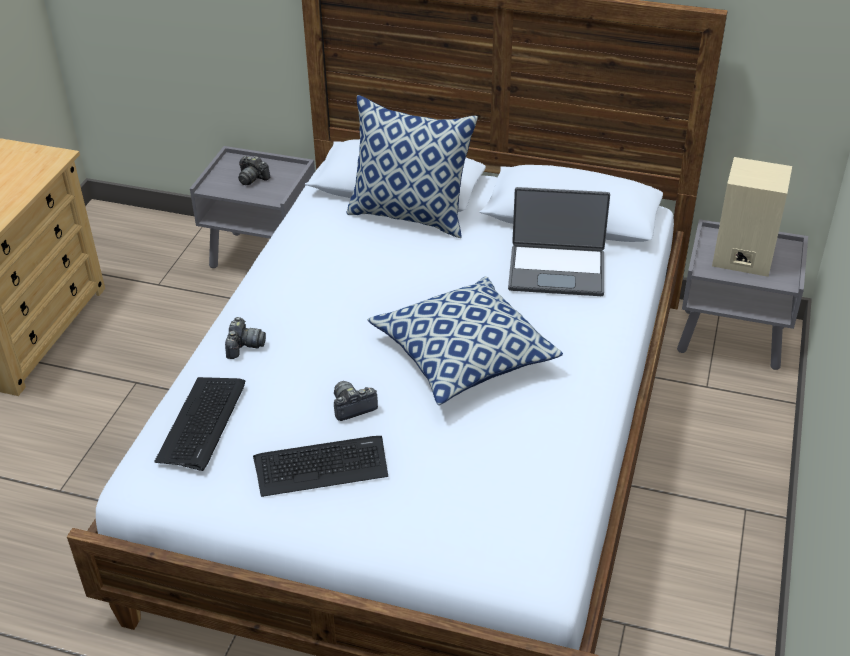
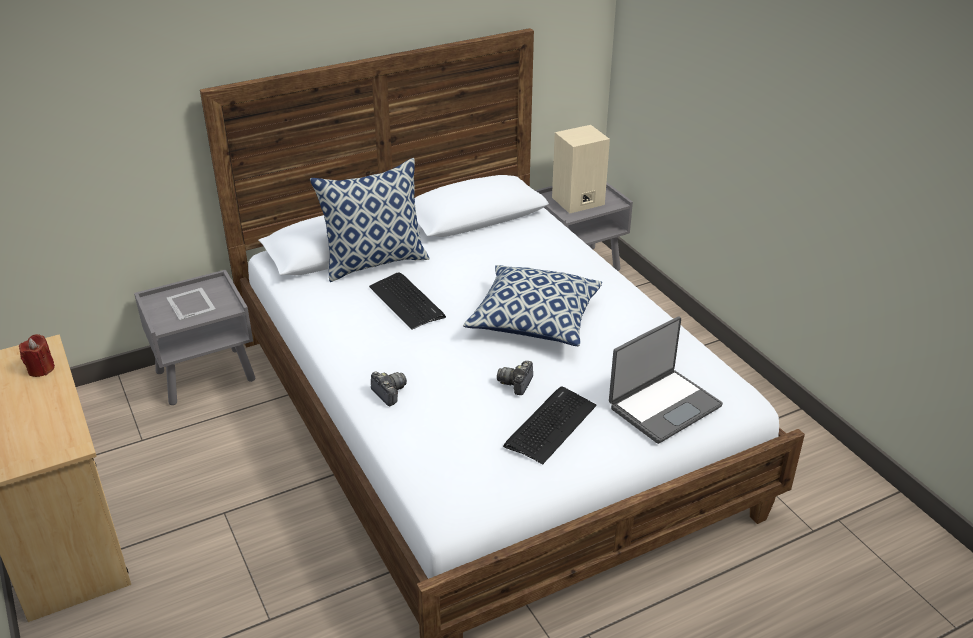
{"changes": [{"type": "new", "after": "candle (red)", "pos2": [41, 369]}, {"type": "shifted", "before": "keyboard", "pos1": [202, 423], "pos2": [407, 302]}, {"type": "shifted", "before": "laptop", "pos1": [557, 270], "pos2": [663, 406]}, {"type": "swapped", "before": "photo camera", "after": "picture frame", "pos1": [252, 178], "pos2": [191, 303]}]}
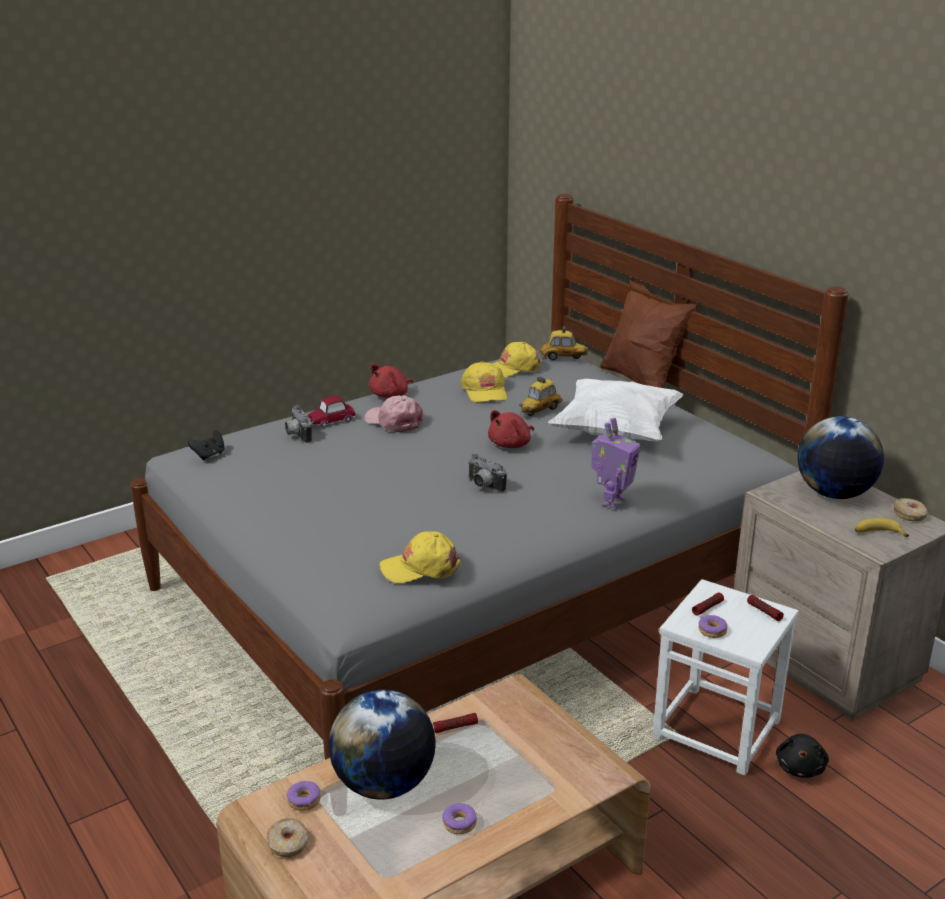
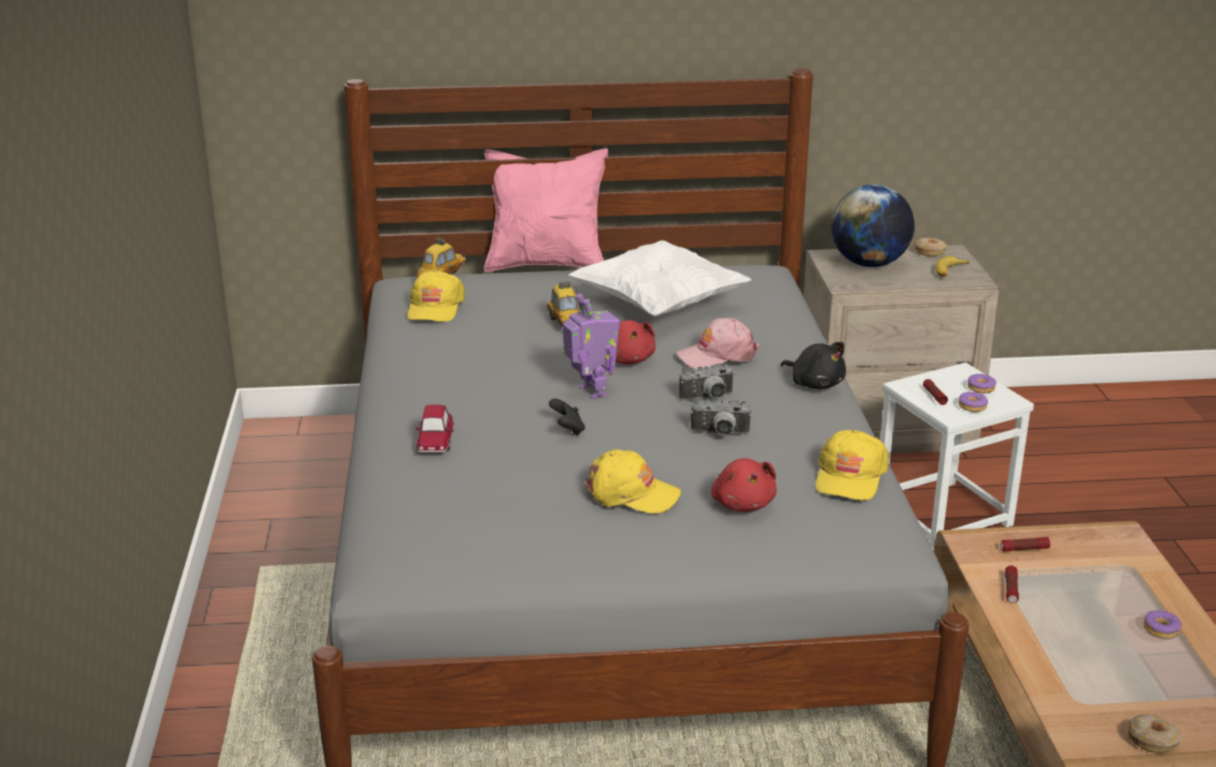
{"changes": [{"type": "gone", "before": "globe", "pos1": [384, 784]}, {"type": "shifted", "before": "game controller (black)", "pos1": [209, 455], "pos2": [568, 430]}, {"type": "shifted", "before": "photo camera", "pos1": [297, 435], "pos2": [719, 434]}, {"type": "shifted", "before": "donut", "pos1": [304, 801], "pos2": [981, 388]}, {"type": "shifted", "before": "cap (pink)", "pos1": [394, 421], "pos2": [717, 355]}, {"type": "shifted", "before": "plush toy (red)", "pos1": [391, 395], "pos2": [742, 503]}, {"type": "shifted", "before": "cap (yellow)", "pos1": [485, 391], "pos2": [631, 493]}, {"type": "shifted", "before": "toy robot", "pos1": [612, 501], "pos2": [591, 392]}, {"type": "shifted", "before": "flashlight", "pos1": [764, 612], "pos2": [1024, 549]}, {"type": "shifted", "before": "plush toy (black)", "pos1": [800, 767], "pos2": [815, 384]}, {"type": "repainted", "before": "pillow (brown)", "after": "pillow (pink)", "pos1": [642, 382], "pos2": [547, 264]}]}
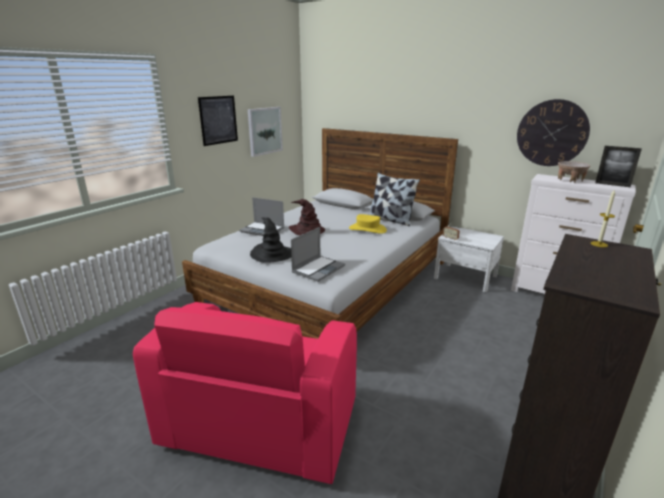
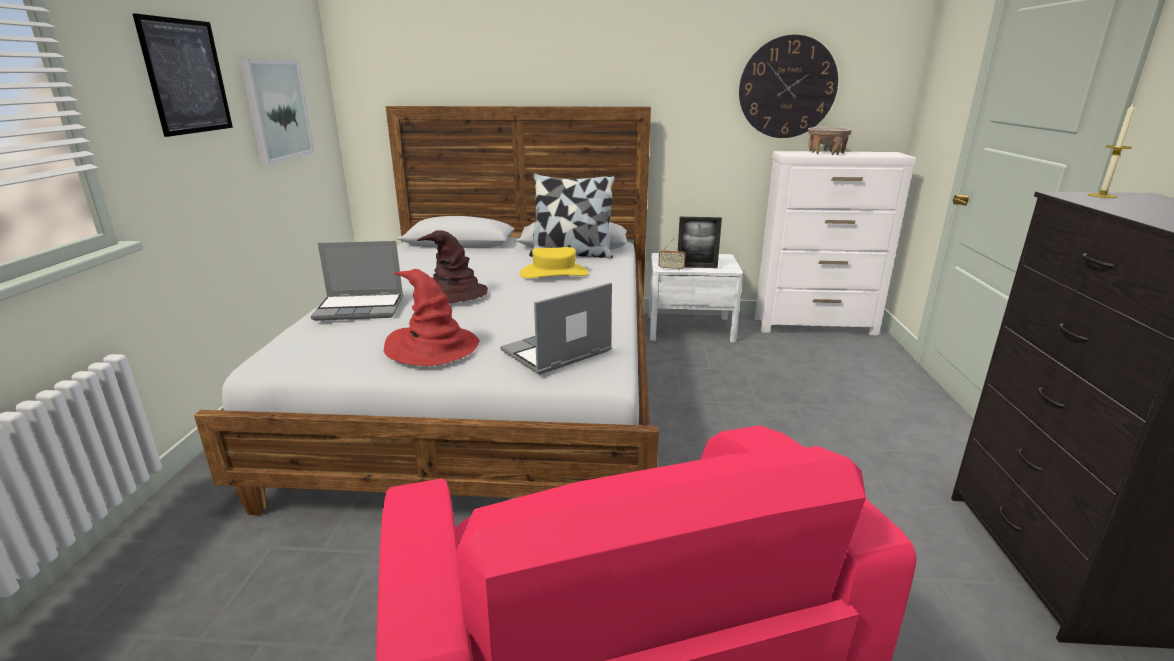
{"changes": [{"type": "shifted", "before": "picture frame", "pos1": [612, 185], "pos2": [697, 267]}, {"type": "repainted", "before": "hat (black)", "after": "hat (red)", "pos1": [272, 254], "pos2": [433, 348]}, {"type": "rotated", "before": "laptop", "pos1": [318, 269], "pos2": [556, 352], "turn": -135}]}
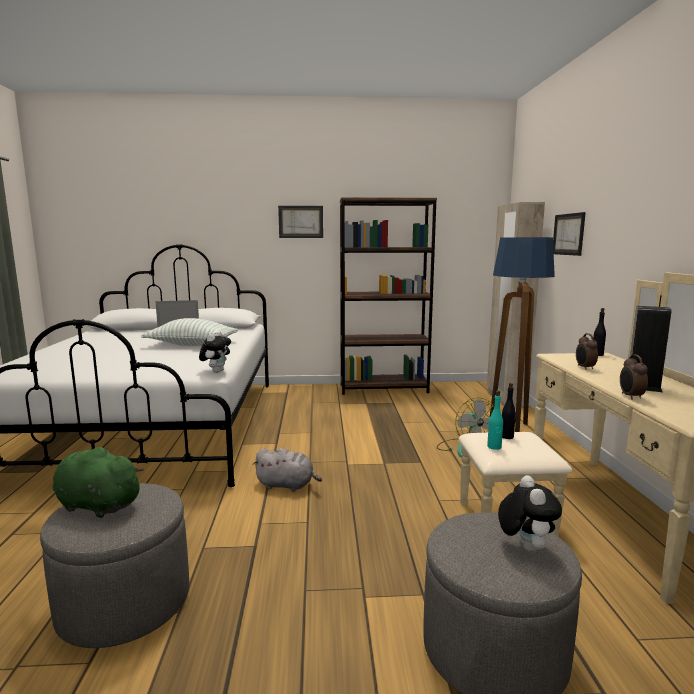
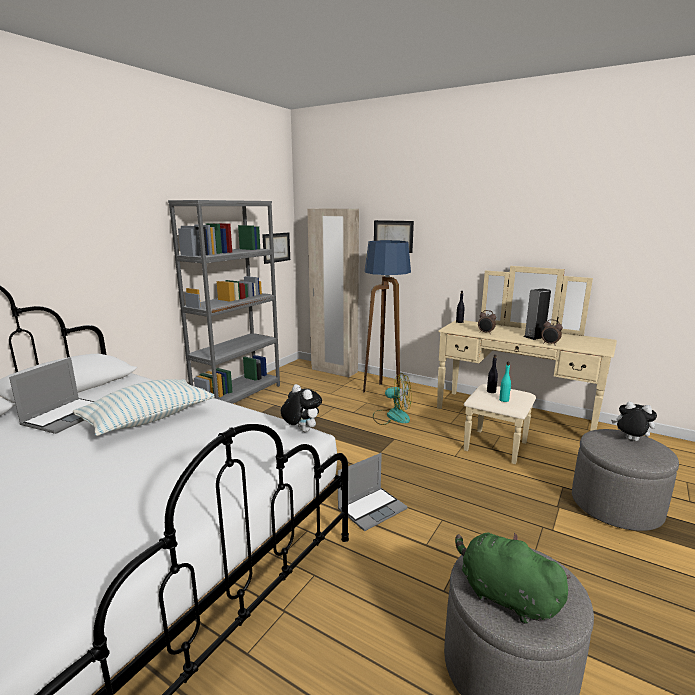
{"changes": [{"type": "shifted", "before": "picture", "pos1": [301, 222], "pos2": [276, 247]}, {"type": "swapped", "before": "plush toy (grey)", "after": "laptop", "pos1": [287, 485], "pos2": [372, 509]}, {"type": "repainted", "before": "bookcase (brown)", "after": "bookcase (grey)", "pos1": [384, 388], "pos2": [238, 396]}, {"type": "rotated", "before": "plush toy (green)", "pos1": [96, 505], "pos2": [504, 596], "turn": 75}]}
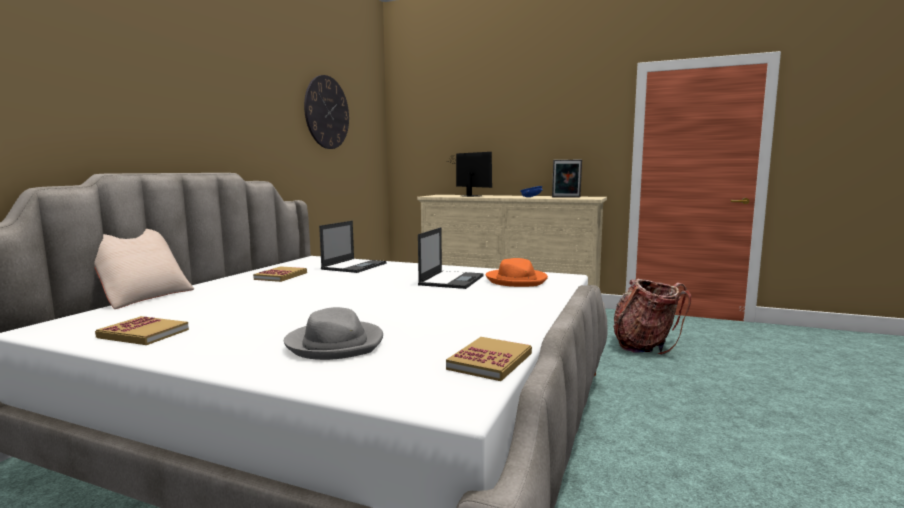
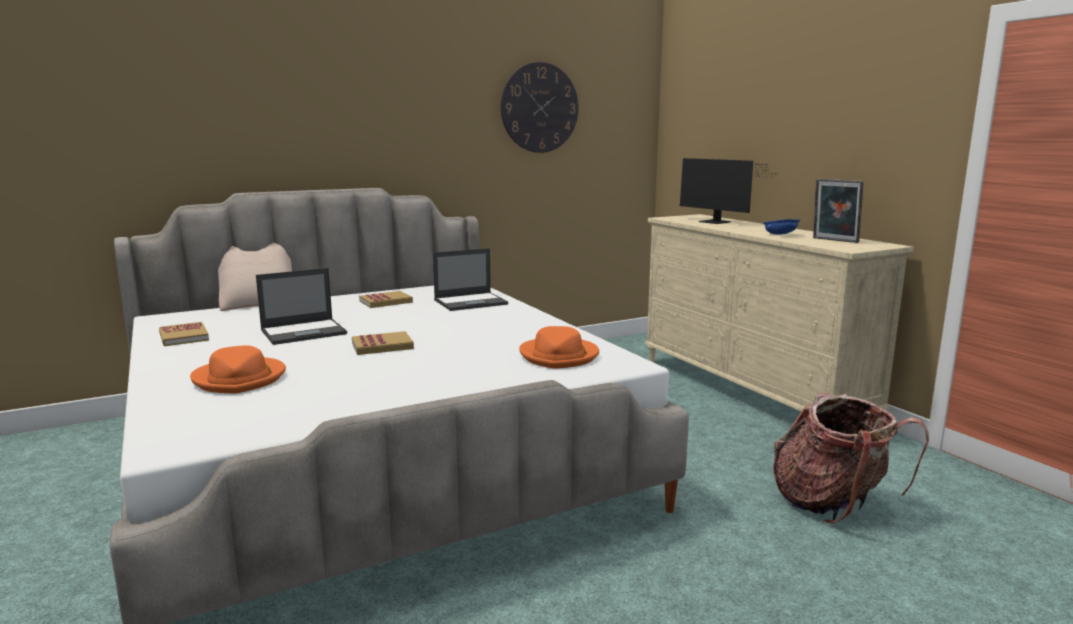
{"changes": [{"type": "shifted", "before": "laptop", "pos1": [451, 280], "pos2": [304, 332]}, {"type": "shifted", "before": "book", "pos1": [490, 361], "pos2": [382, 346]}, {"type": "repainted", "before": "hat (grey)", "after": "hat (orange)", "pos1": [335, 344], "pos2": [240, 379]}, {"type": "rotated", "before": "monitor", "pos1": [469, 196], "pos2": [717, 222], "turn": 135}]}
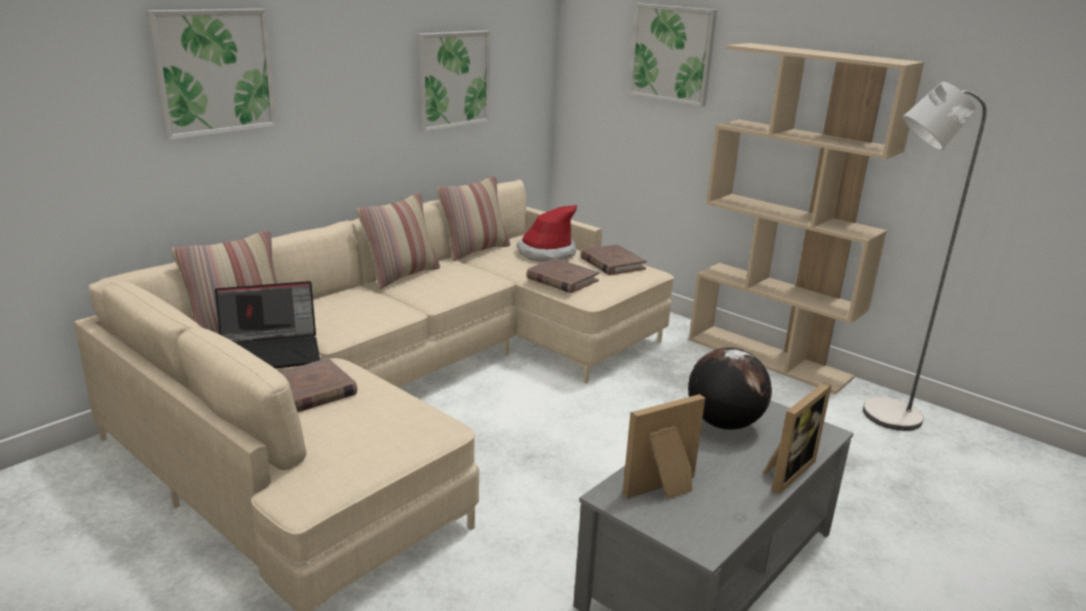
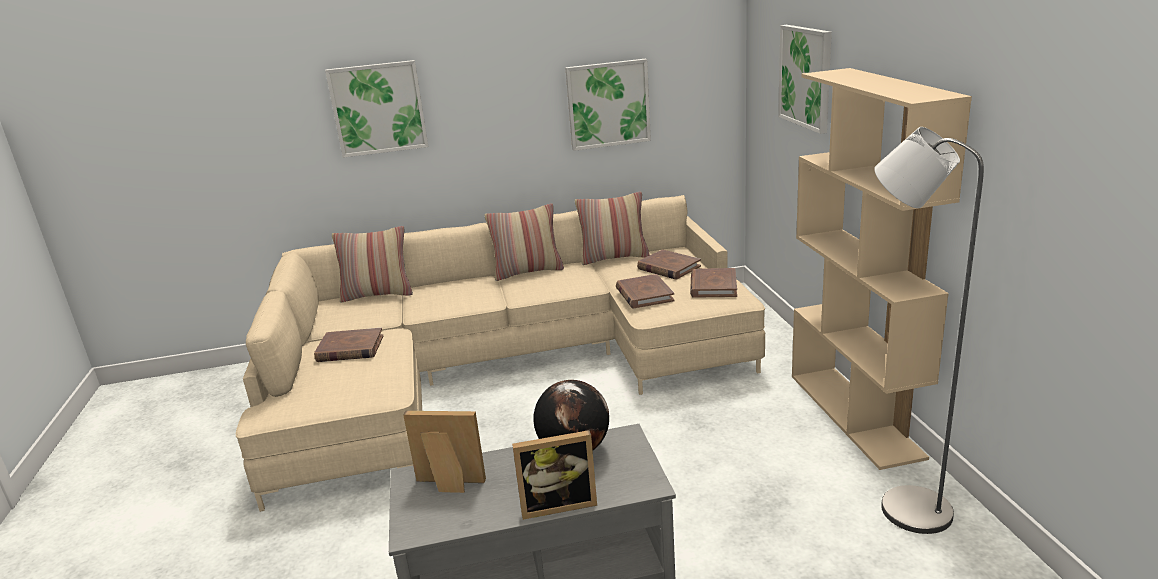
{"changes": [{"type": "gone", "before": "laptop", "pos1": [271, 352]}, {"type": "swapped", "before": "hat", "after": "book (brown)", "pos1": [546, 253], "pos2": [668, 268]}]}
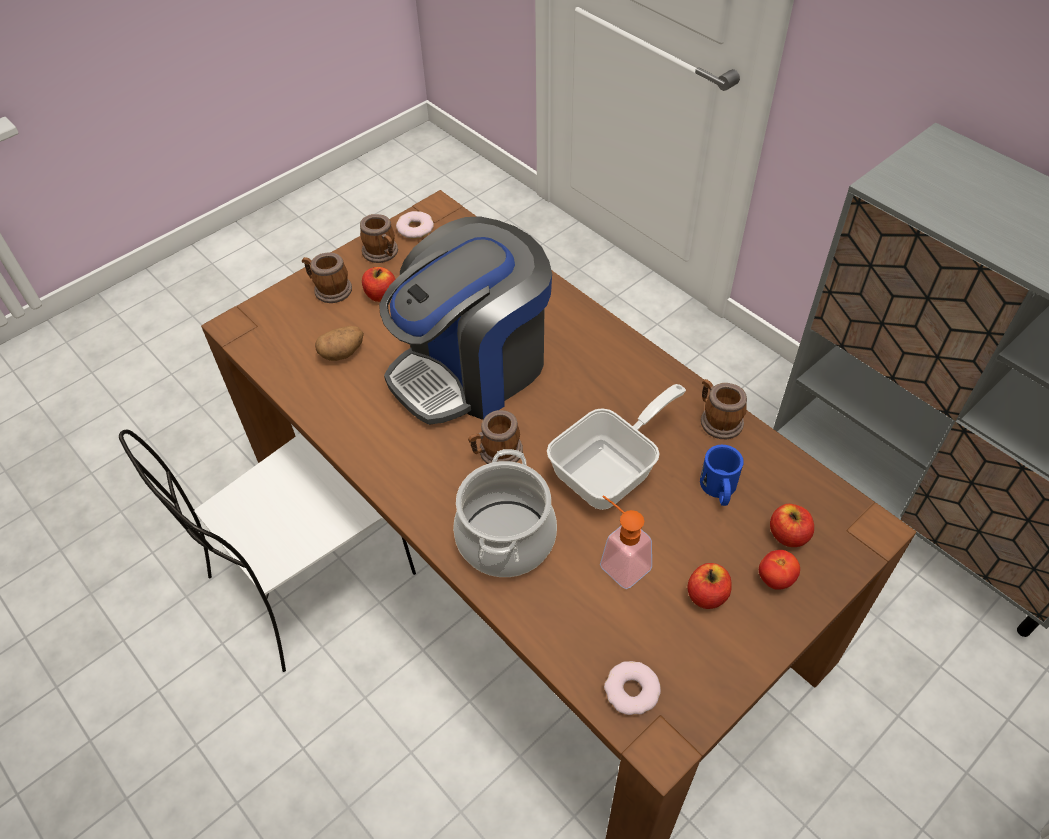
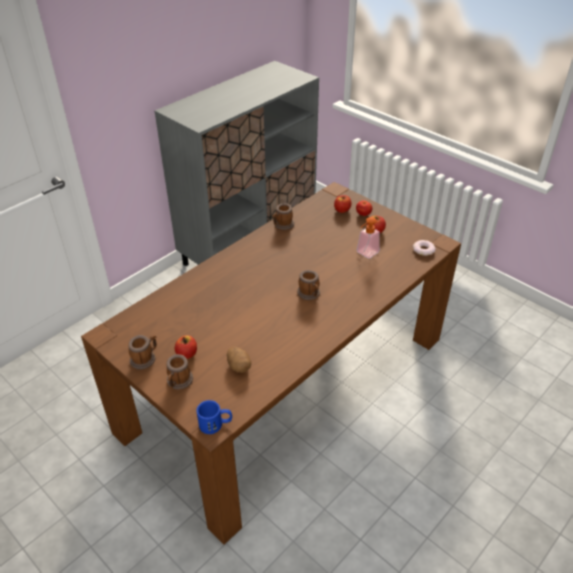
{"changes": [{"type": "gone", "before": "chair (white)", "pos1": [307, 579]}, {"type": "gone", "before": "coffee machine", "pos1": [472, 367]}, {"type": "gone", "before": "donut", "pos1": [415, 228]}, {"type": "gone", "before": "cooking pot", "pos1": [506, 538]}, {"type": "gone", "before": "frying pan", "pos1": [612, 469]}, {"type": "shifted", "before": "mug (blue)", "pos1": [719, 490], "pos2": [215, 424]}]}
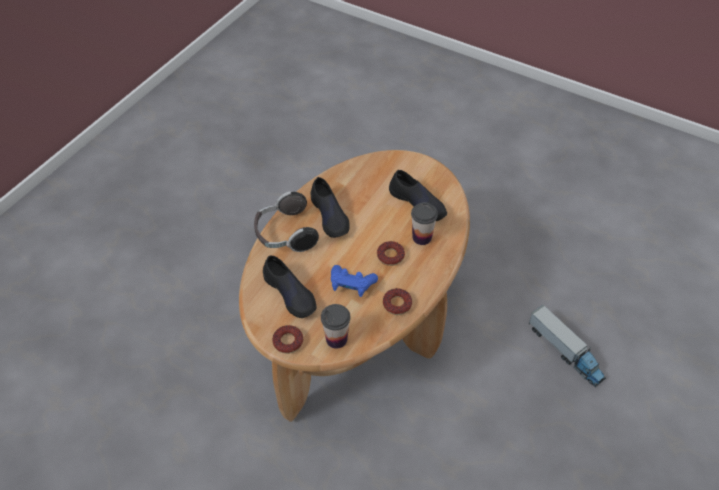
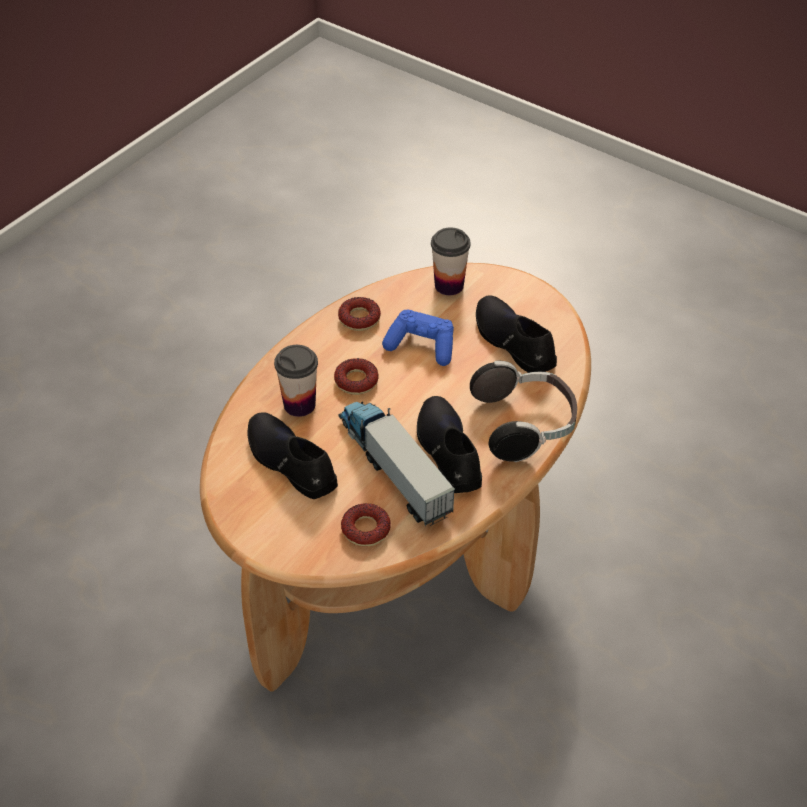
{"changes": [{"type": "shifted", "before": "donut", "pos1": [288, 341], "pos2": [365, 529]}, {"type": "shifted", "before": "toy truck", "pos1": [565, 352], "pos2": [393, 468]}]}
